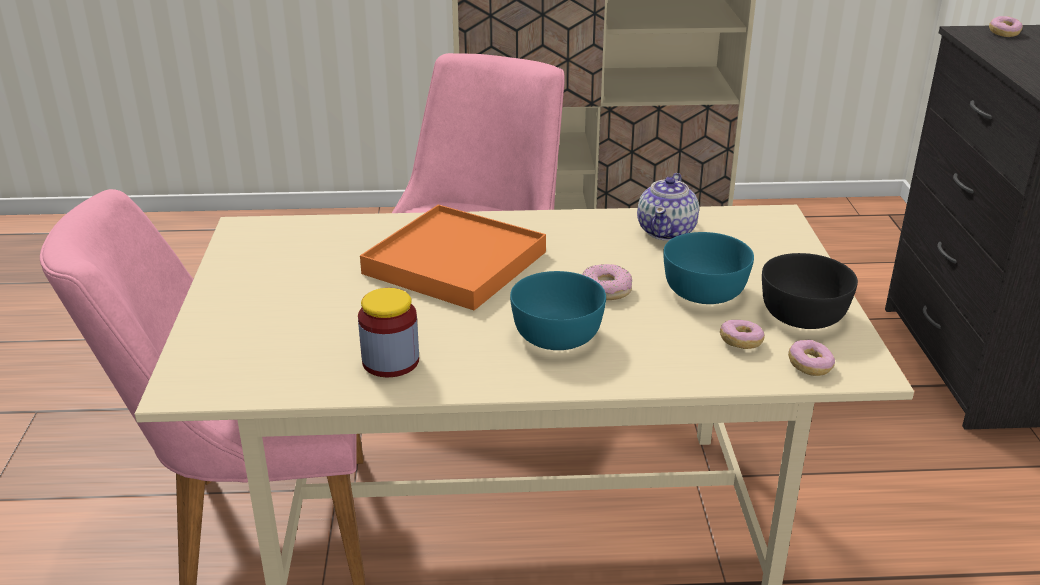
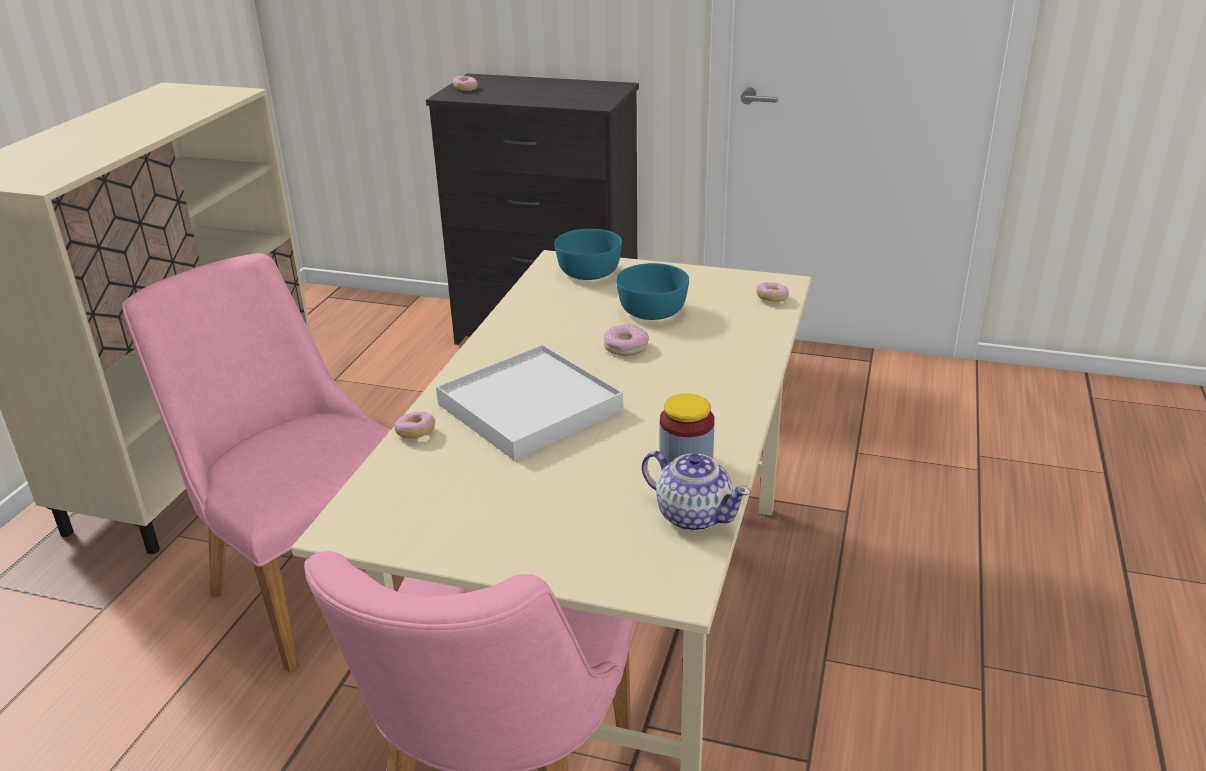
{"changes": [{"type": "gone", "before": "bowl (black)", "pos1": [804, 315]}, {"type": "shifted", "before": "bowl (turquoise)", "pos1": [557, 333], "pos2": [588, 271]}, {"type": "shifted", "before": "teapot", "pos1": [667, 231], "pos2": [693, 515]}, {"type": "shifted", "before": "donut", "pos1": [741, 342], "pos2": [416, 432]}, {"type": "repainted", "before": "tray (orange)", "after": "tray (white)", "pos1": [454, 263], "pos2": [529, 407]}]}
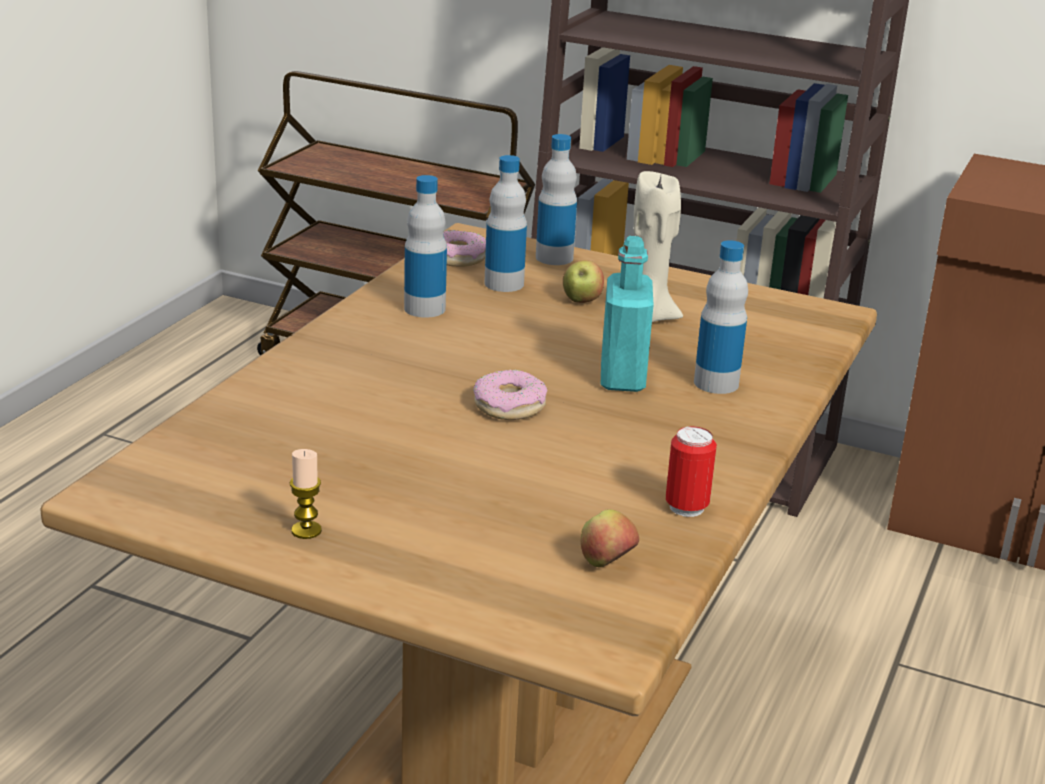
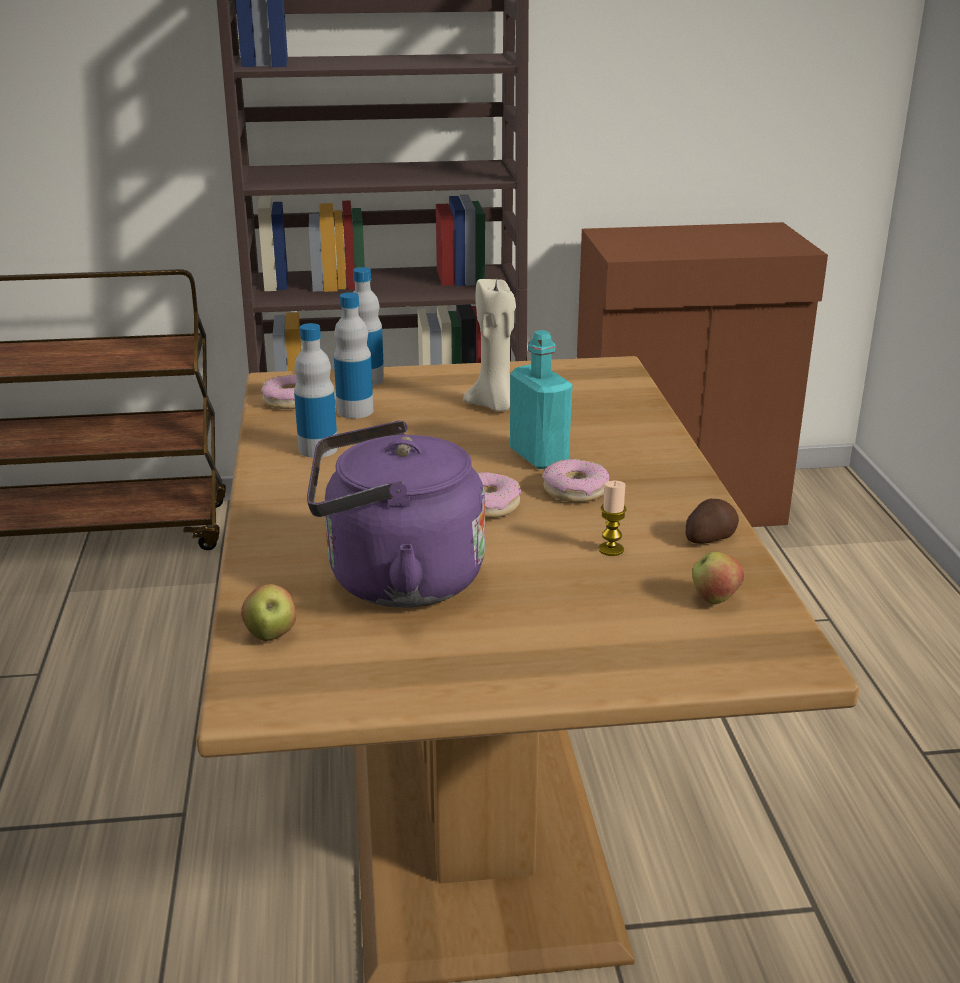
{"changes": [{"type": "gone", "before": "bottle", "pos1": [716, 383]}, {"type": "new", "after": "kettle (purple)", "pos2": [395, 580]}, {"type": "new", "after": "donut", "pos2": [575, 490]}, {"type": "shifted", "before": "candle", "pos1": [306, 530], "pos2": [611, 549]}, {"type": "shifted", "before": "apple", "pos1": [581, 301], "pos2": [271, 635]}, {"type": "swapped", "before": "can", "after": "potato", "pos1": [686, 507], "pos2": [709, 537]}]}
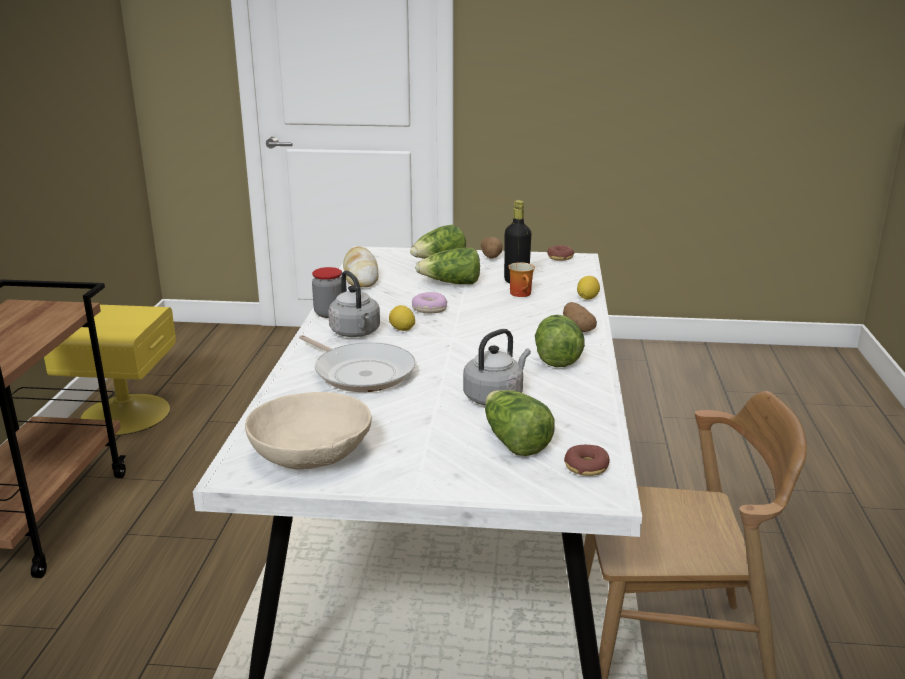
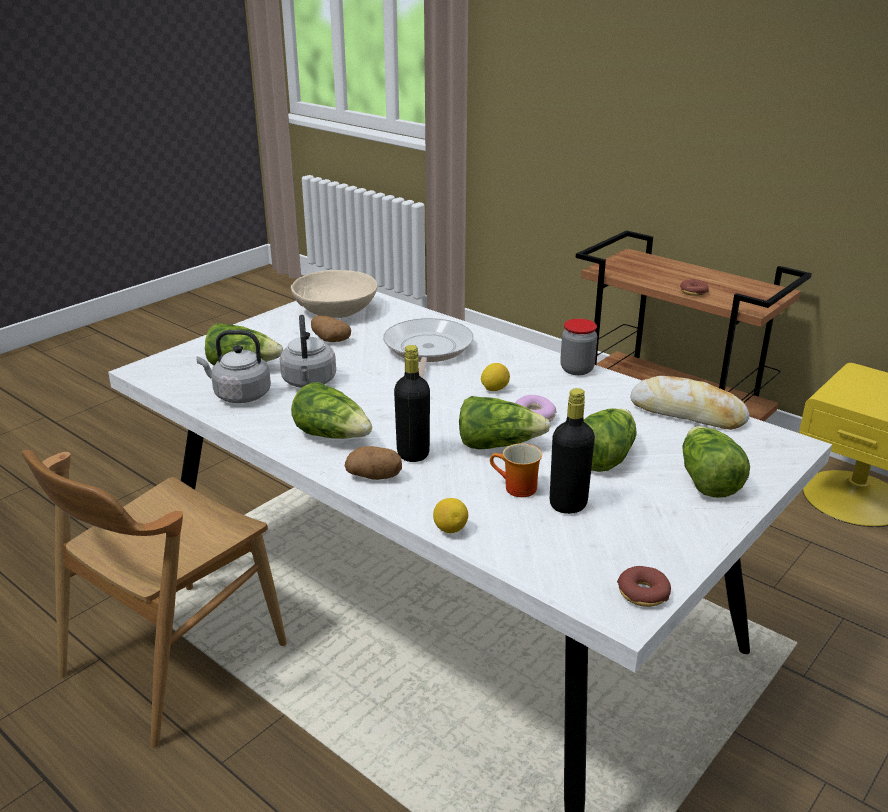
{"changes": [{"type": "new", "after": "bottle (black)", "pos2": [413, 454]}, {"type": "new", "after": "lettuce", "pos2": [498, 444]}, {"type": "shifted", "before": "kettle (grey)", "pos1": [356, 333], "pos2": [239, 395]}, {"type": "shifted", "before": "potato", "pos1": [491, 257], "pos2": [330, 340]}, {"type": "shifted", "before": "donut", "pos1": [586, 467], "pos2": [693, 292]}, {"type": "rotated", "before": "frying pan", "pos1": [361, 372], "pos2": [427, 350], "turn": 105}]}
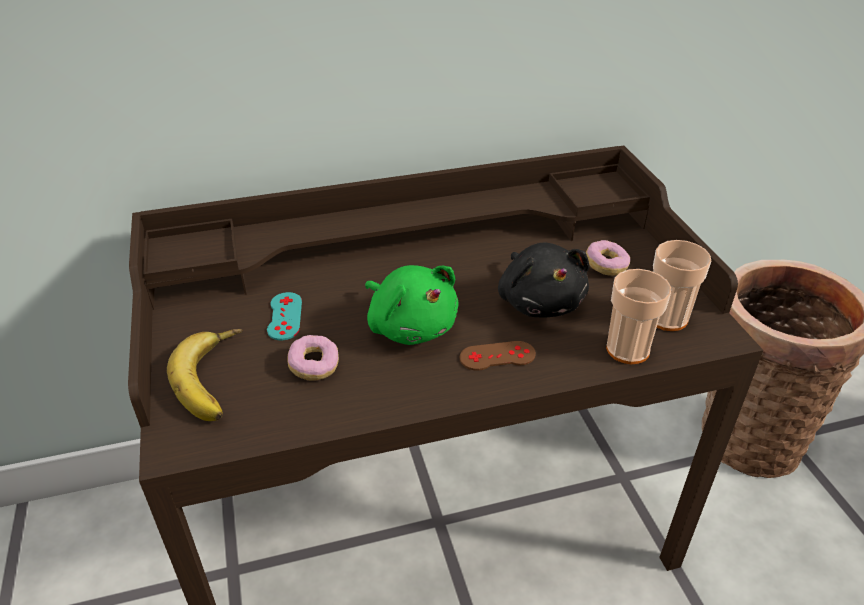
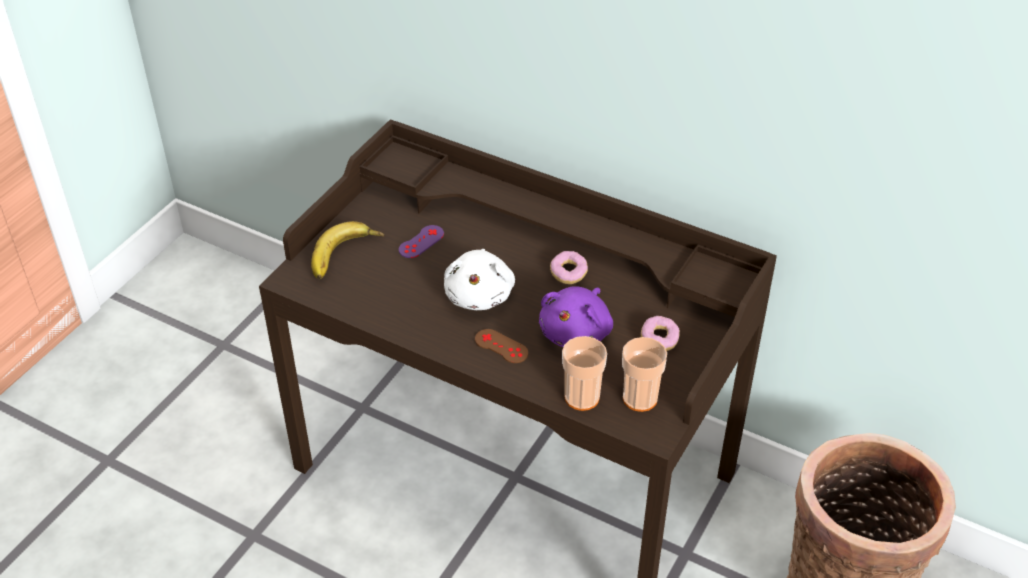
{"changes": [{"type": "shifted", "before": "donut", "pos1": [314, 366], "pos2": [568, 274]}, {"type": "repainted", "before": "game controller (turquoise)", "after": "game controller (purple)", "pos1": [285, 316], "pos2": [421, 242]}, {"type": "repainted", "before": "plush toy (green)", "after": "plush toy (white)", "pos1": [410, 326], "pos2": [480, 295]}, {"type": "repainted", "before": "plush toy (black)", "after": "plush toy (purple)", "pos1": [539, 301], "pos2": [577, 332]}]}
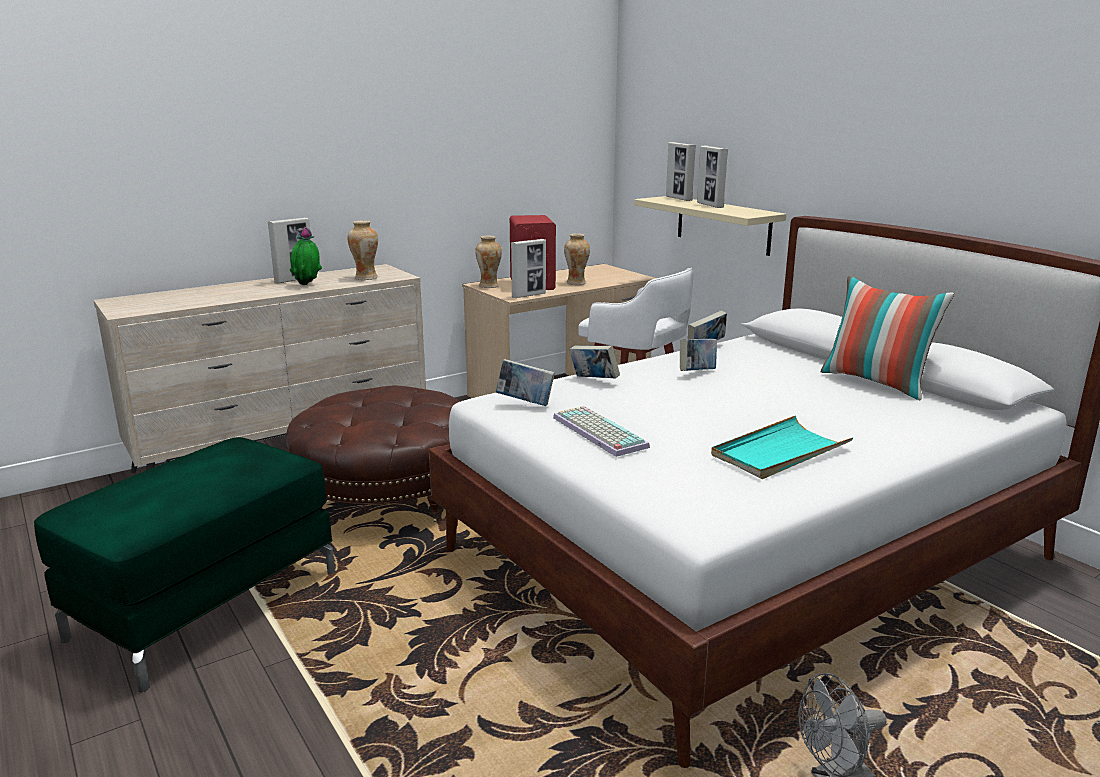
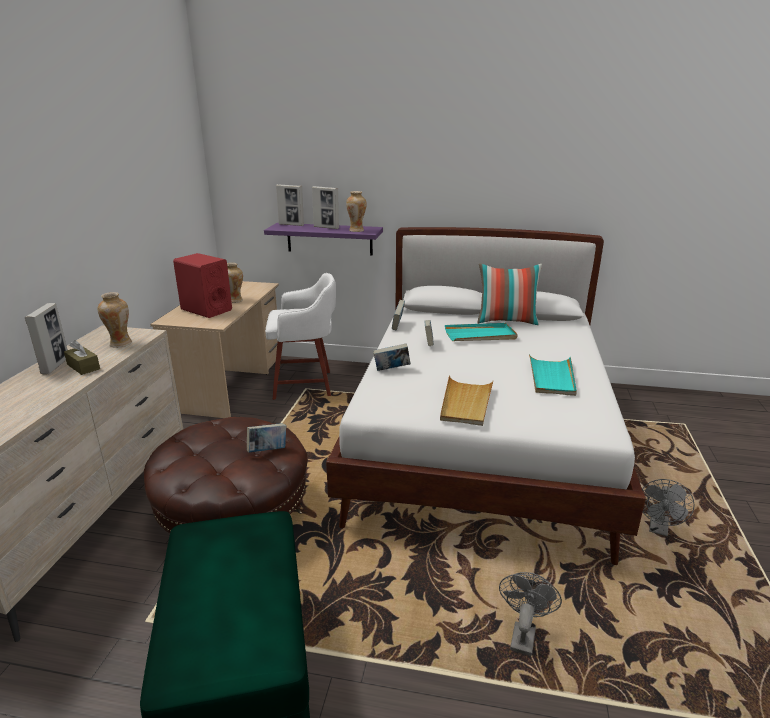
{"changes": [{"type": "gone", "before": "picture frame", "pos1": [529, 295]}, {"type": "new", "after": "tray (turquoise)", "pos2": [480, 335]}, {"type": "new", "after": "fan (grey)", "pos2": [523, 634]}, {"type": "shifted", "before": "vase", "pos1": [489, 286], "pos2": [356, 230]}, {"type": "shifted", "before": "book", "pos1": [525, 403], "pos2": [268, 450]}, {"type": "swapped", "before": "potted plant", "after": "tissue box (brown)", "pos1": [307, 285], "pos2": [83, 367]}, {"type": "swapped", "before": "keyboard", "after": "tray (beige)", "pos1": [596, 432], "pos2": [466, 403]}, {"type": "repainted", "before": "shelf (beige)", "after": "shelf (purple)", "pos1": [723, 224], "pos2": [329, 239]}]}
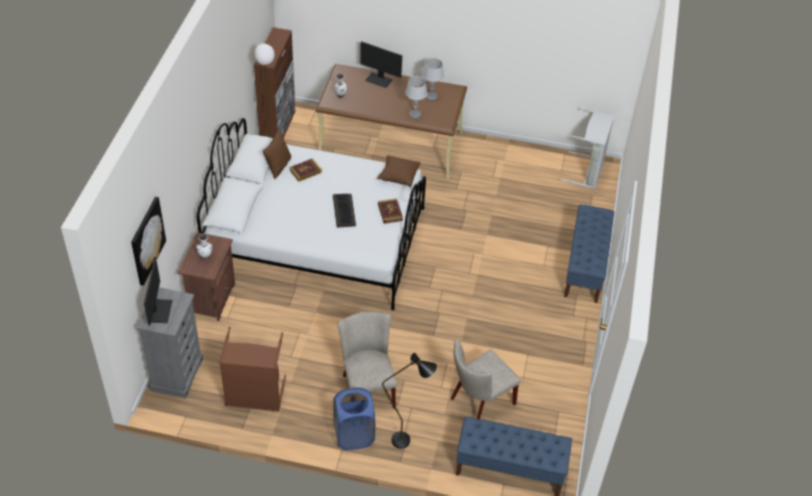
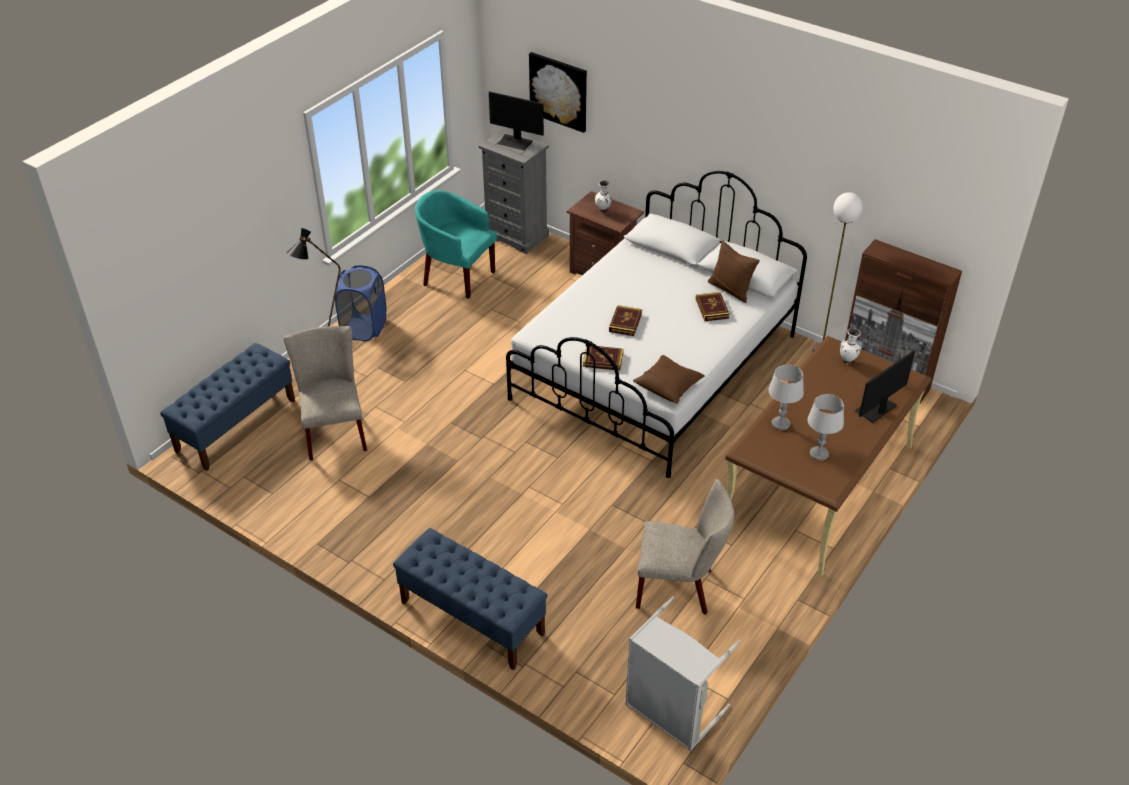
{"changes": [{"type": "shifted", "before": "chair (beige)", "pos1": [366, 388], "pos2": [680, 588]}, {"type": "swapped", "before": "laundry basket (brown)", "after": "armchair (turquoise)", "pos1": [254, 397], "pos2": [457, 276]}, {"type": "swapped", "before": "keyboard", "after": "book", "pos1": [343, 211], "pos2": [625, 322]}]}
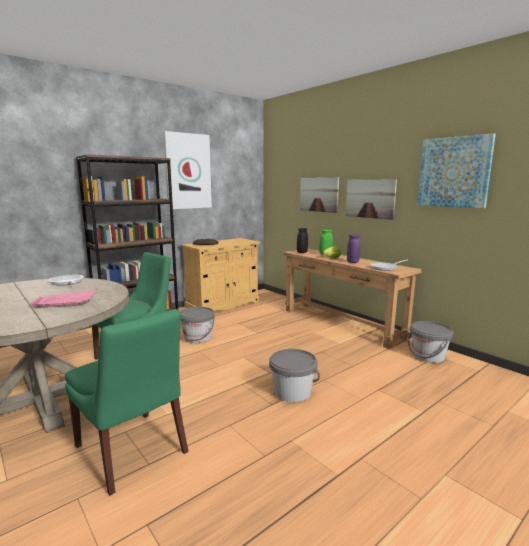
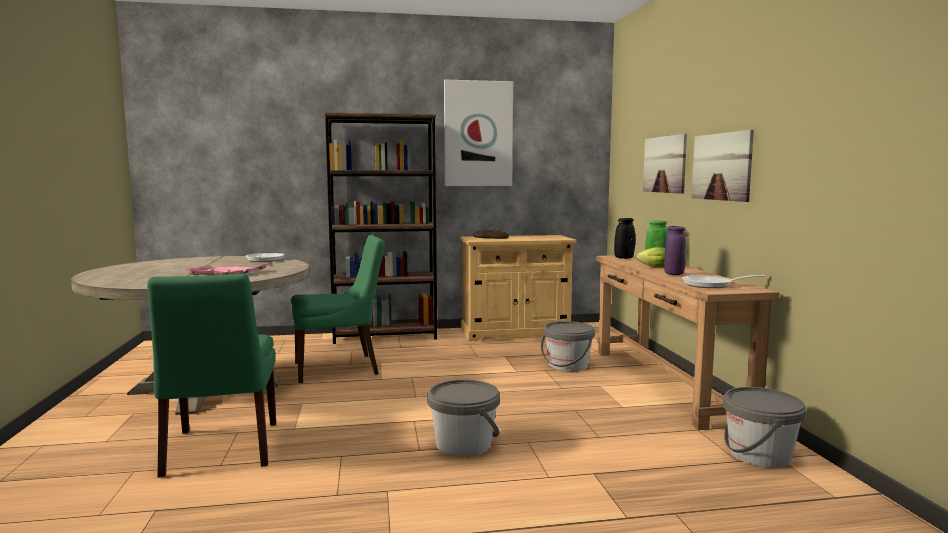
{"changes": [{"type": "gone", "before": "picture", "pos1": [454, 172]}, {"type": "shifted", "before": "bucket (grey)", "pos1": [197, 337], "pos2": [568, 365]}]}
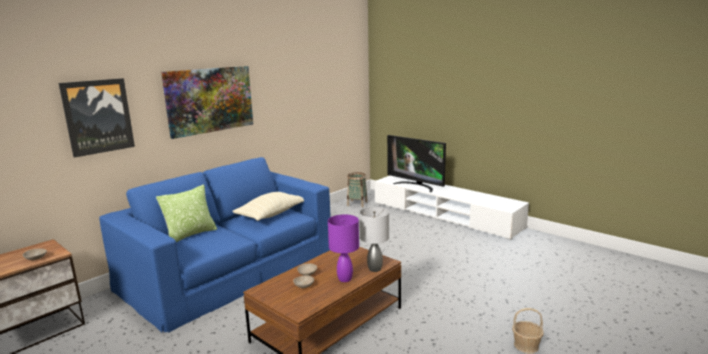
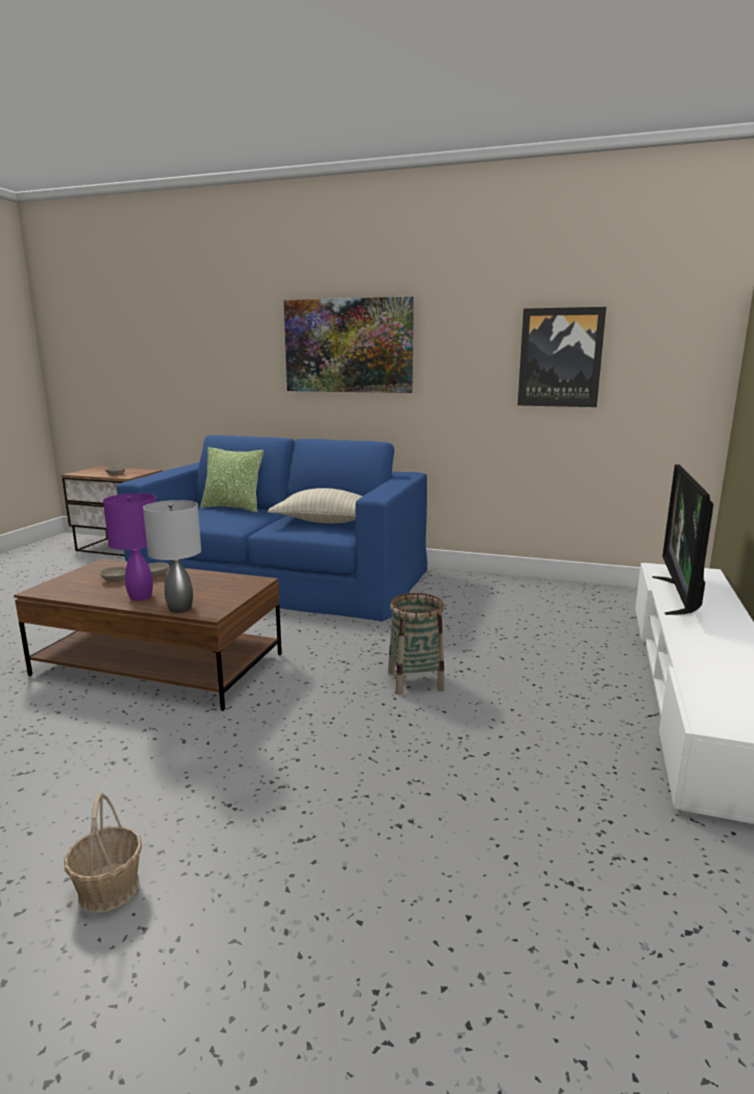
{"changes": [{"type": "shifted", "before": "picture", "pos1": [98, 116], "pos2": [560, 358]}, {"type": "shifted", "before": "basket", "pos1": [357, 204], "pos2": [415, 681]}]}
